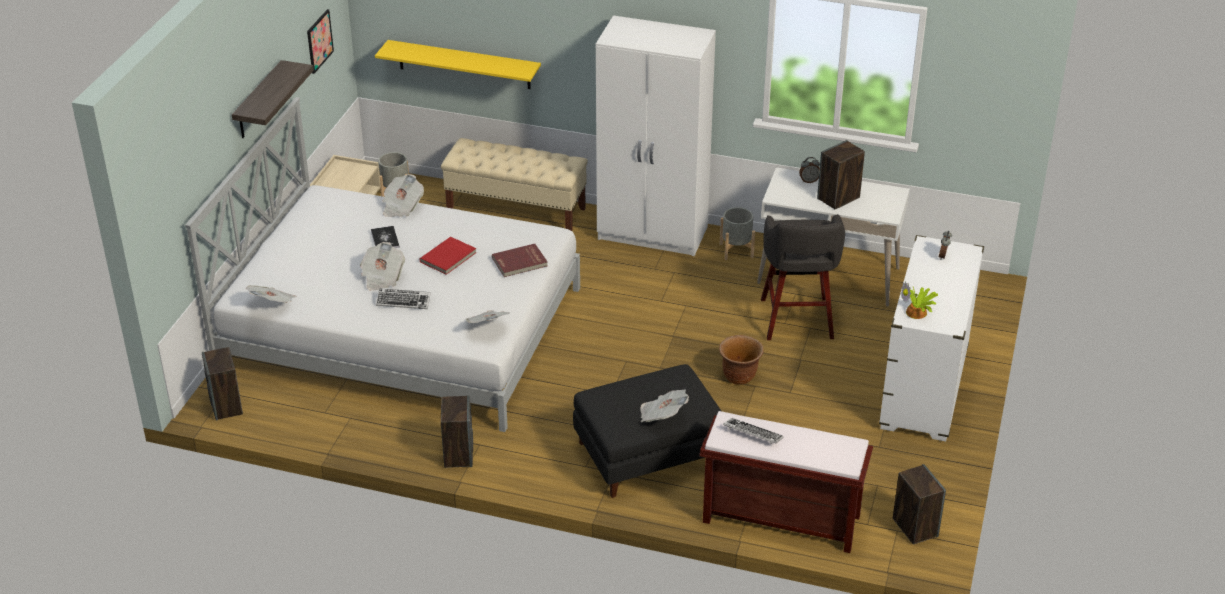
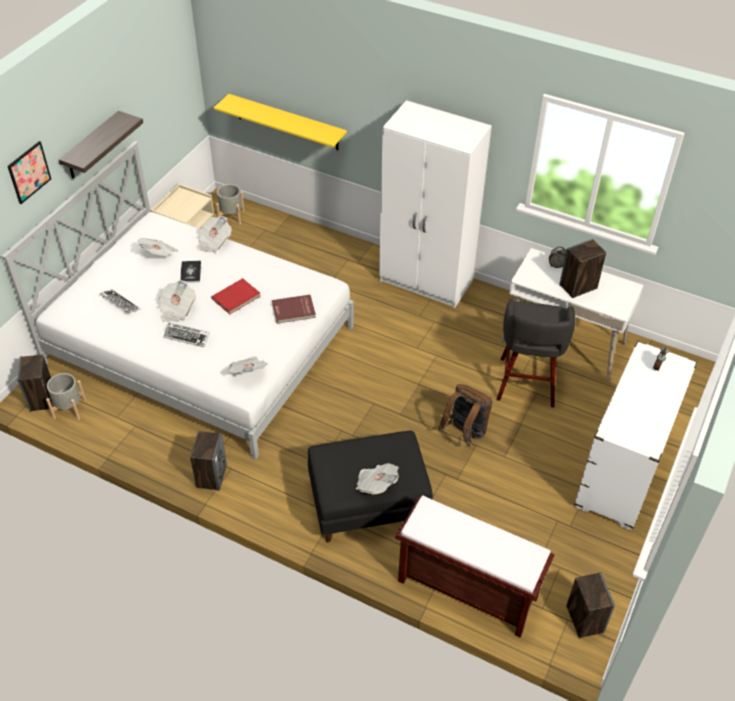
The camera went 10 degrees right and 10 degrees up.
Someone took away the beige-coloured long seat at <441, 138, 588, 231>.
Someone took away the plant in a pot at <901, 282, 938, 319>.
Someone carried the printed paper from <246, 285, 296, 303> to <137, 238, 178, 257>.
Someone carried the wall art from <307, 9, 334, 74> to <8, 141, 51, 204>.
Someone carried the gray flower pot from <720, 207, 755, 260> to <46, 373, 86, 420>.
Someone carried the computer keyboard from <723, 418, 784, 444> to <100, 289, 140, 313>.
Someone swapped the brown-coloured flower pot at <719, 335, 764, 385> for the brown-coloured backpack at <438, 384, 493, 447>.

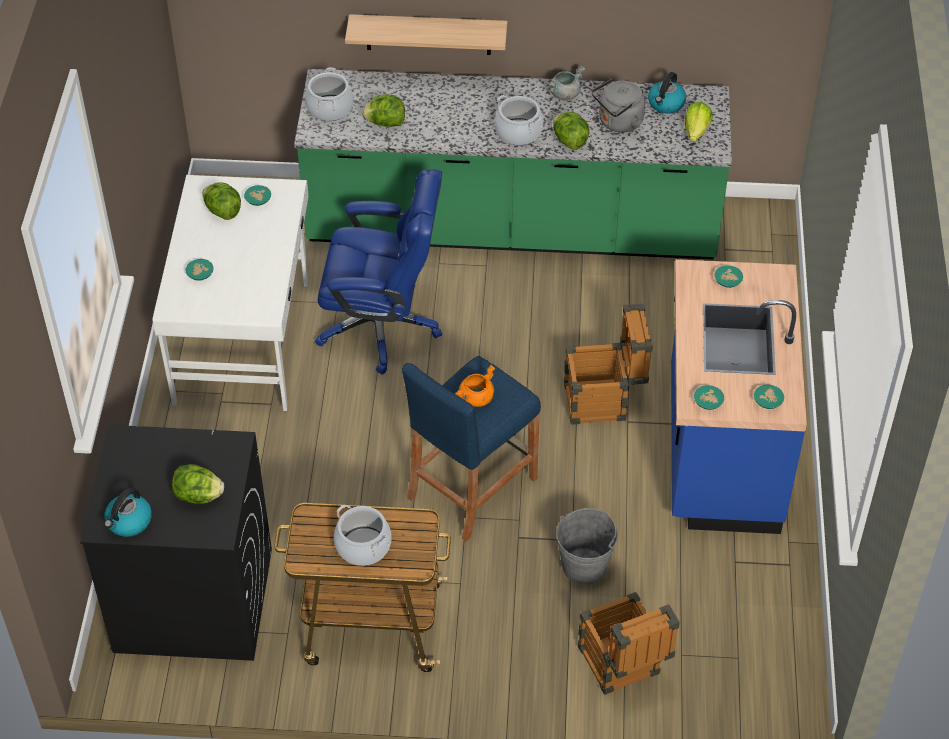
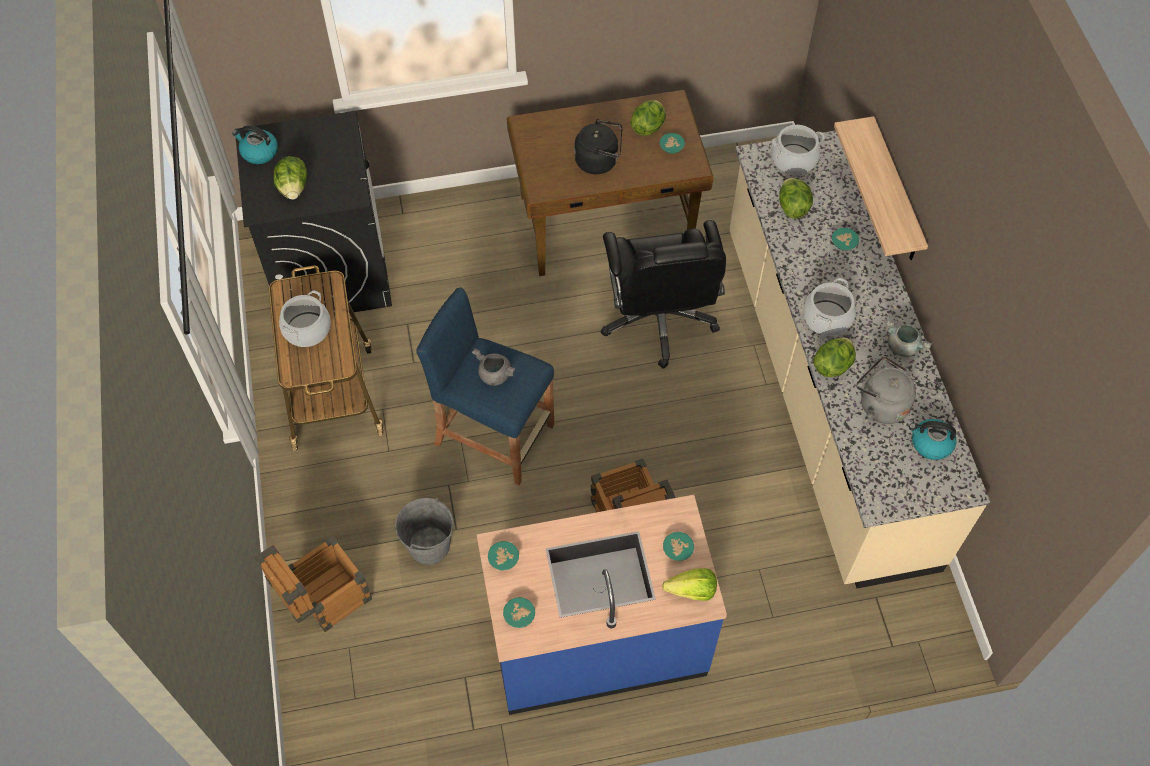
The camera went 75 degrees right and 10 degrees up.
Someone put down the black tea kettle at <574, 119, 622, 174>.
Someone carried the turquoise bowl from <186, 259, 214, 281> to <832, 228, 859, 250>.
Someone carried the lettuce head from <684, 102, 713, 142> to <662, 568, 717, 601>.
Someone repainted the white-coloured desk unit at <153, 175, 308, 411>, which became the brown-coloured desk unit at <507, 90, 713, 276>.
Someone repainted the greenish counter at <294, 69, 732, 260>, which became the beige-coloured counter at <729, 131, 990, 589>.
Someone repainted the blue-coloured computer chair at <315, 169, 442, 374>, which became the black computer chair at <600, 220, 726, 369>.
Someone repainted the orangey cooking pot at <454, 365, 495, 407>, which became the gray cooking pot at <472, 348, 515, 386>.

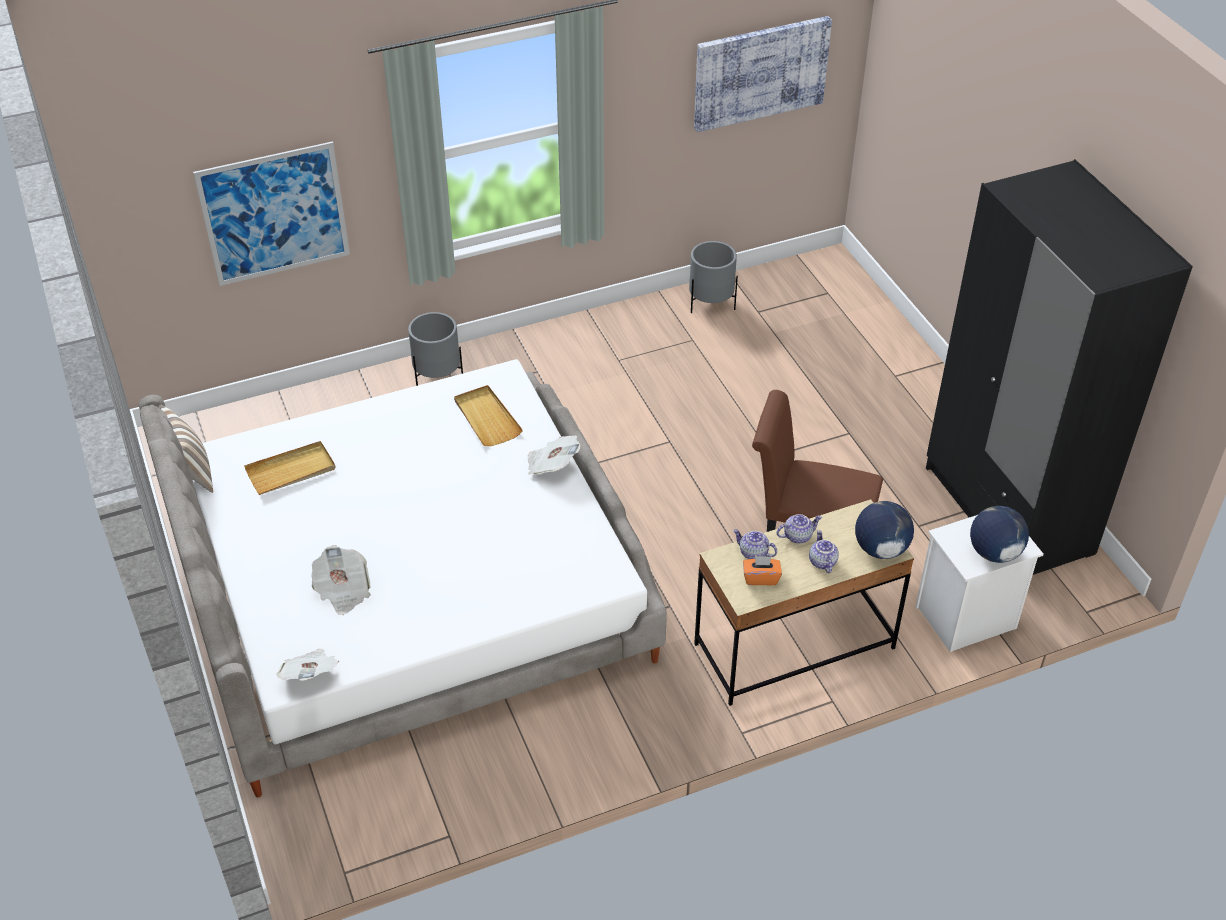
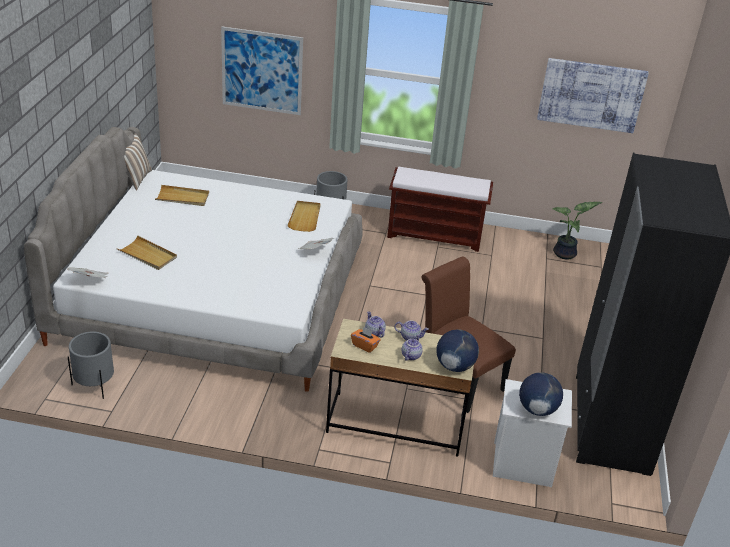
The camera went 30 degrees right and 10 degrees down.
Someone put down the brown-coloured long seat at <387, 167, 493, 252>.
Someone put down the plant in a pot at <553, 202, 602, 260>.
Someone carried the gray flower pot from <689, 241, 738, 313> to <68, 332, 114, 399>.
Someone swapped the printed paper at <311, 545, 371, 615> for the beige-coloured tray at <116, 235, 177, 270>.

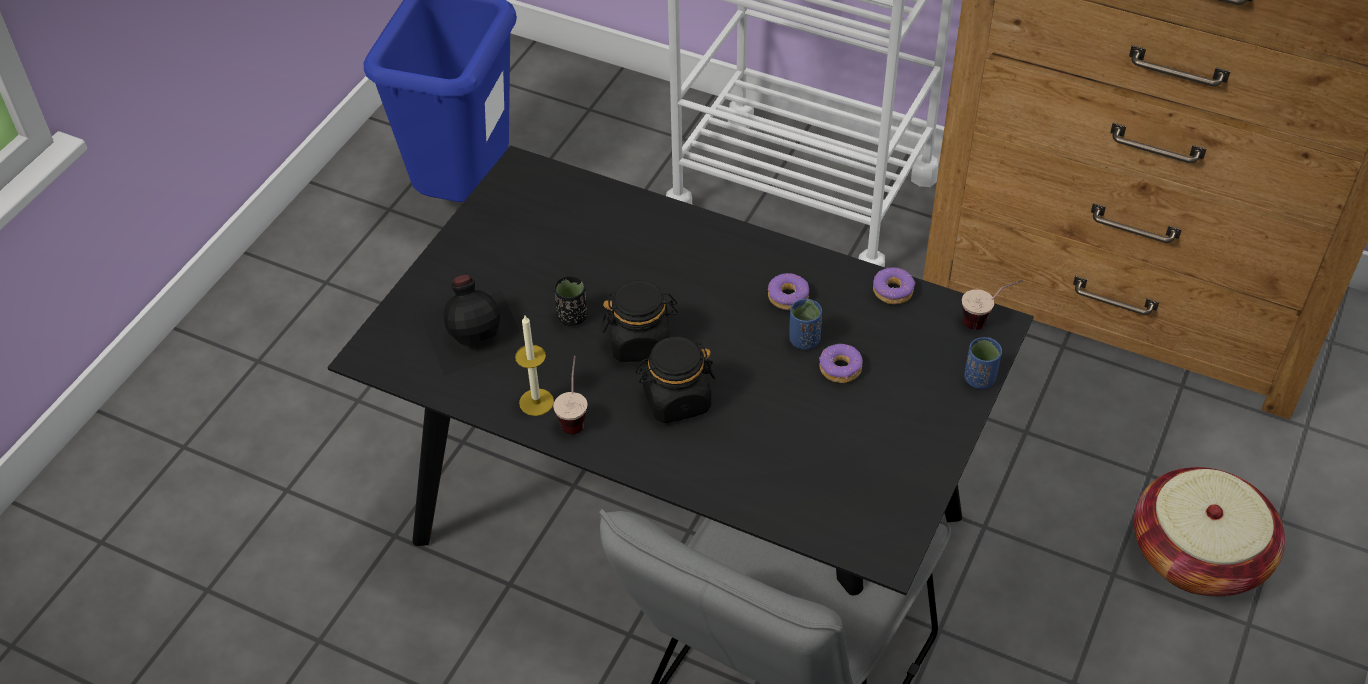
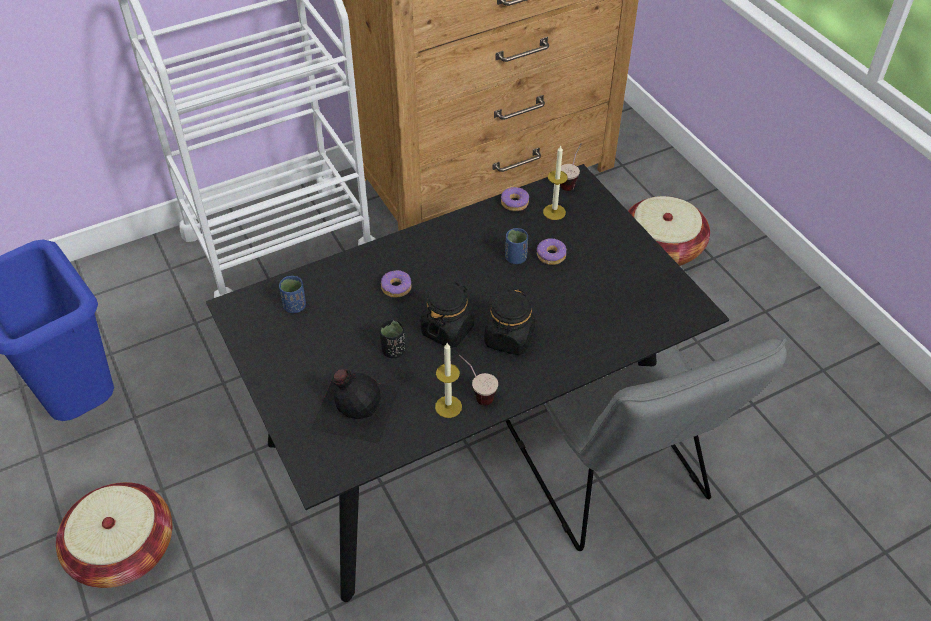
The camera went 55 degrees left and 0 degrees up.
Someone put down the storage basket at <56, 482, 173, 588>.
Someone put down the candle at <543, 145, 568, 220>.
Someone carried the donut from <768, 273, 809, 310> to <381, 270, 412, 298>.
Someone carried the blue-coloured drinking cup from <964, 337, 1002, 389> to <279, 276, 306, 313>.

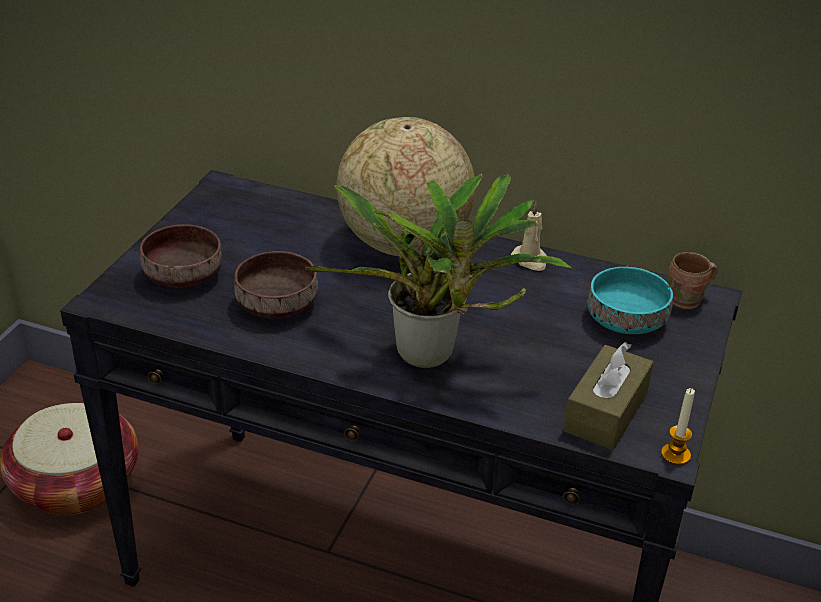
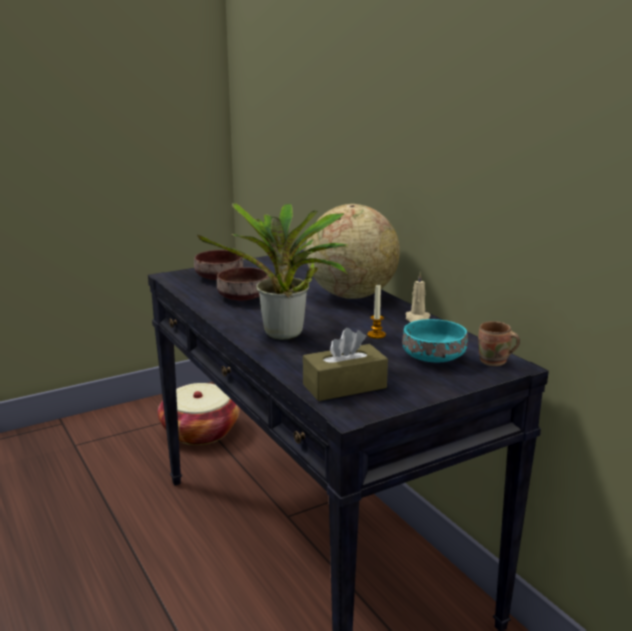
The camera went 40 degrees right and 15 degrees down.
Someone carried the candle from <661, 388, 695, 465> to <367, 285, 386, 339>.

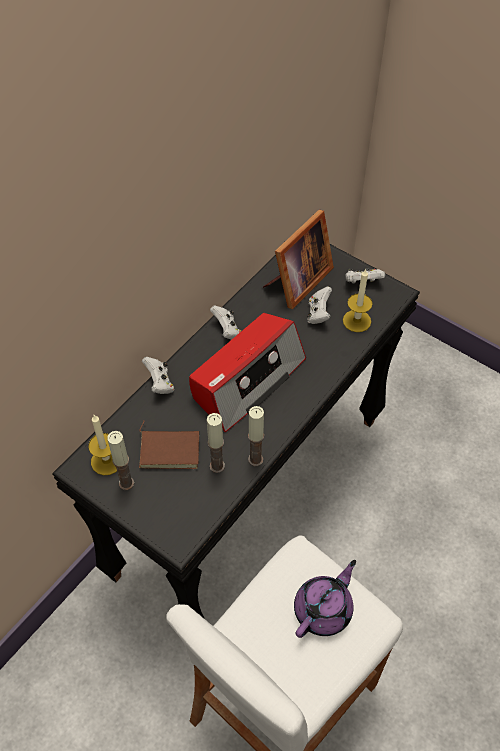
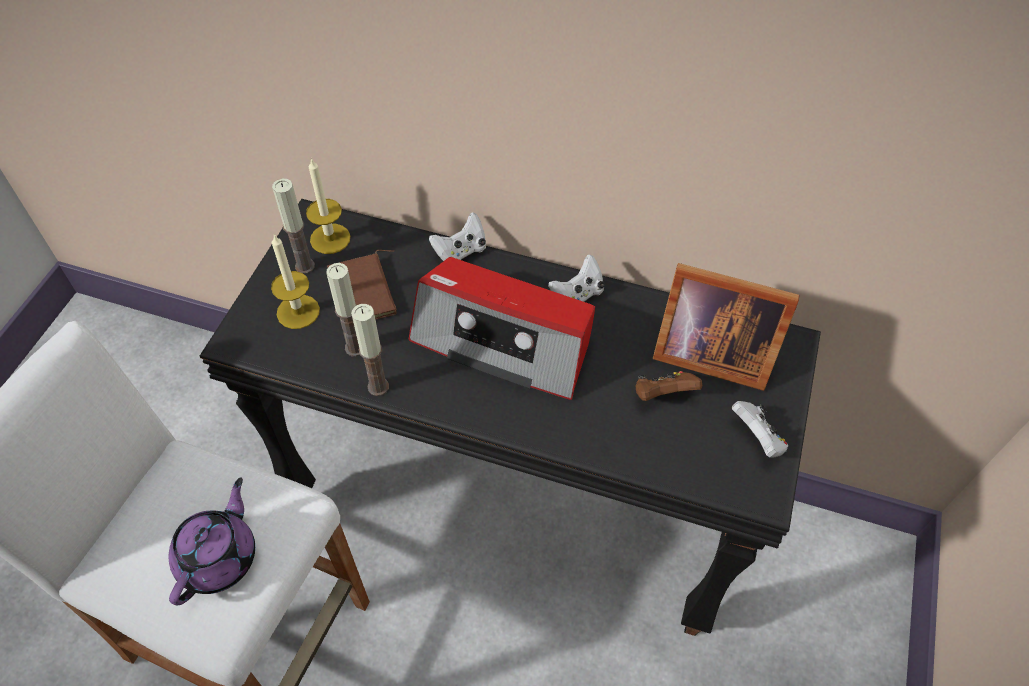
The camera went 70 degrees right and 0 degrees up.
Someone carried the candle from <343, 269, 372, 332> to <271, 234, 320, 329>.
Someone repainted the white-coloured joypad at <307, 287, 332, 324>, which became the brown-coloured joypad at <635, 371, 702, 401>.
Someone rotated the purplish teapot at <294, 560, 356, 638> by 90 degrees counterclockwise.

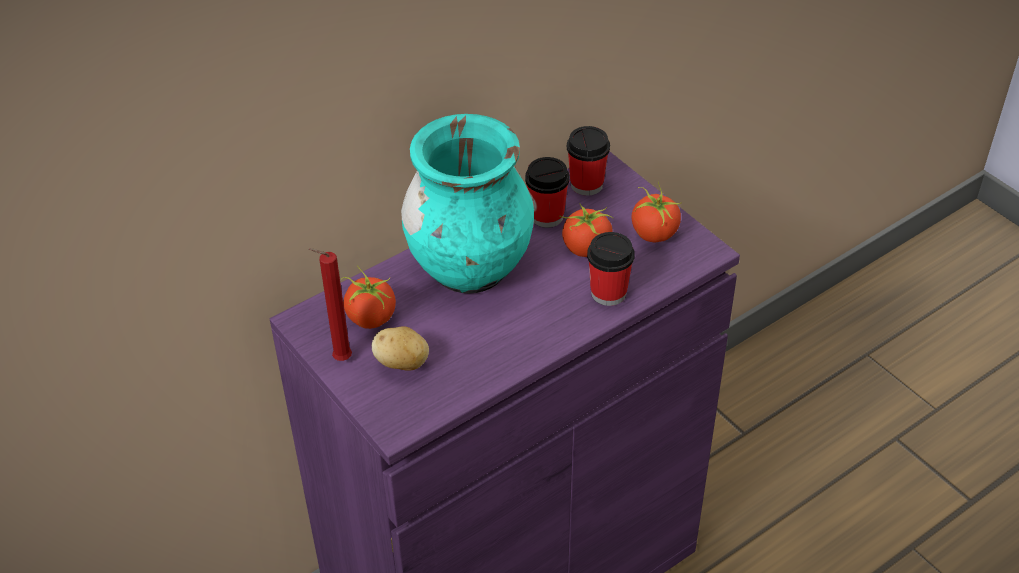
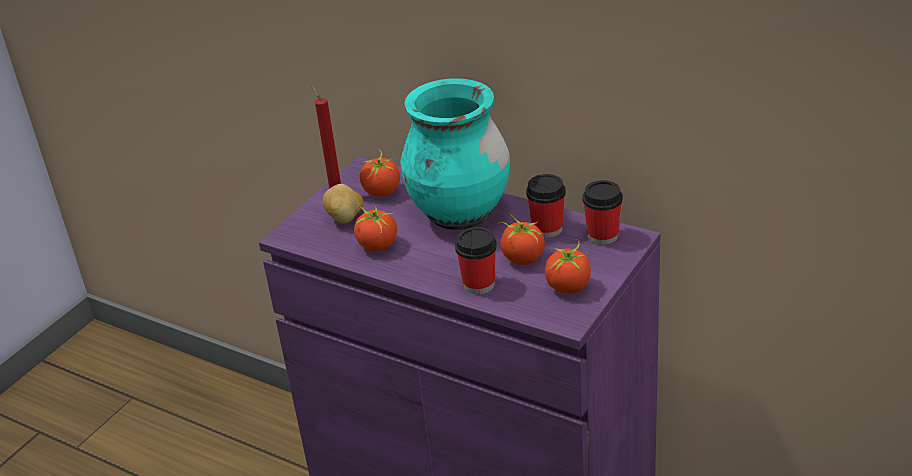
The camera went 70 degrees right and 10 degrees down.
Someone put down the whole tomato at <354, 201, 397, 252>.

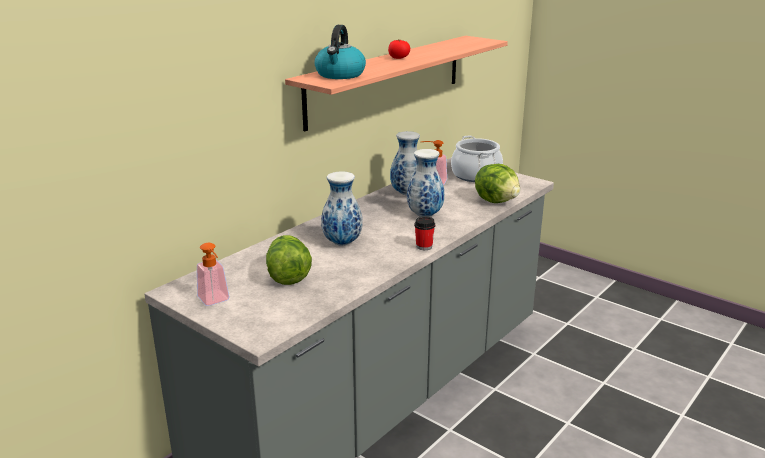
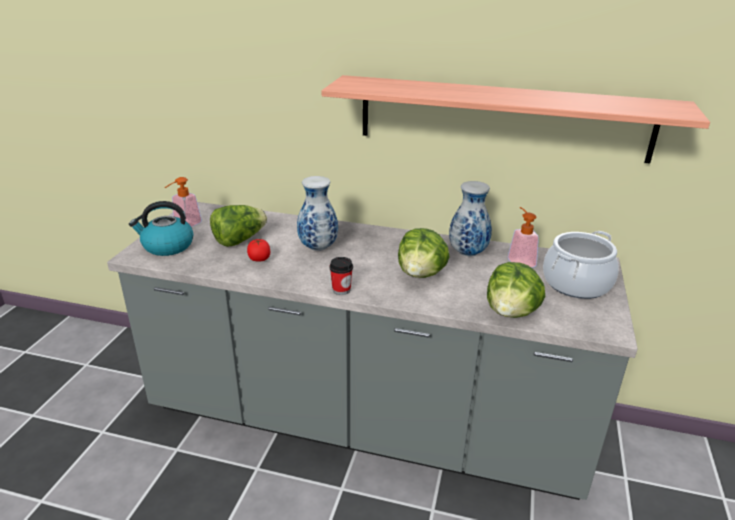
The camera went 65 degrees right and 5 degrees up.
Someone carried the tea kettle from <314, 25, 366, 79> to <129, 201, 193, 256>.
Someone carried the whole tomato from <388, 39, 410, 59> to <247, 239, 270, 262>.
Someone swapped the decorative vase at <407, 149, 444, 217> for the lettuce head at <398, 228, 450, 278>.

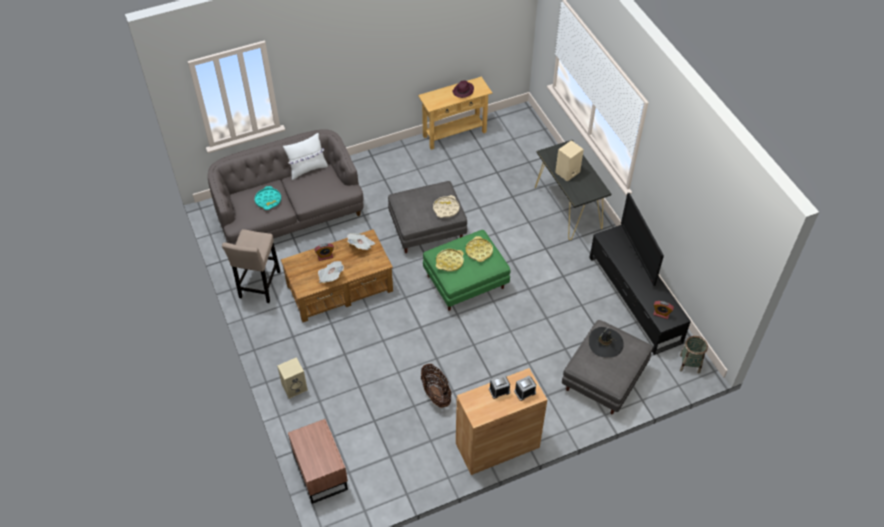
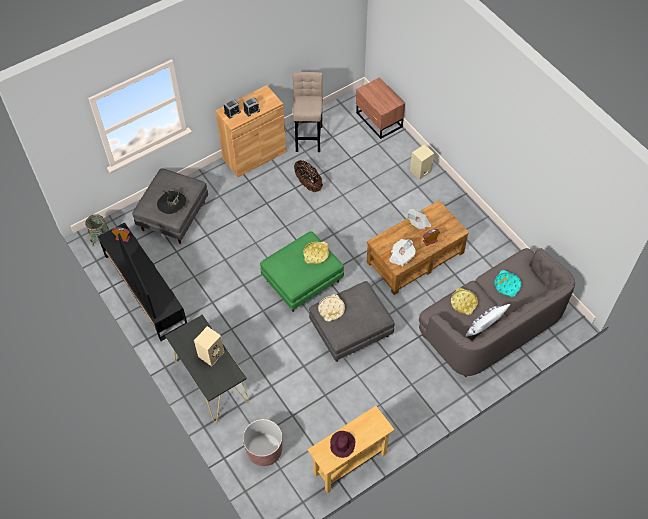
The camera went 170 degrees right and 5 degrees up.
Someone put down the brown-coloured flower pot at <243, 419, 282, 466>.
Someone carried the beige-coloured stool seat from <222, 229, 280, 303> to <292, 72, 323, 152>.
Someone carried the yellow-coloured tray from <466, 236, 493, 262> to <451, 288, 478, 315>.

